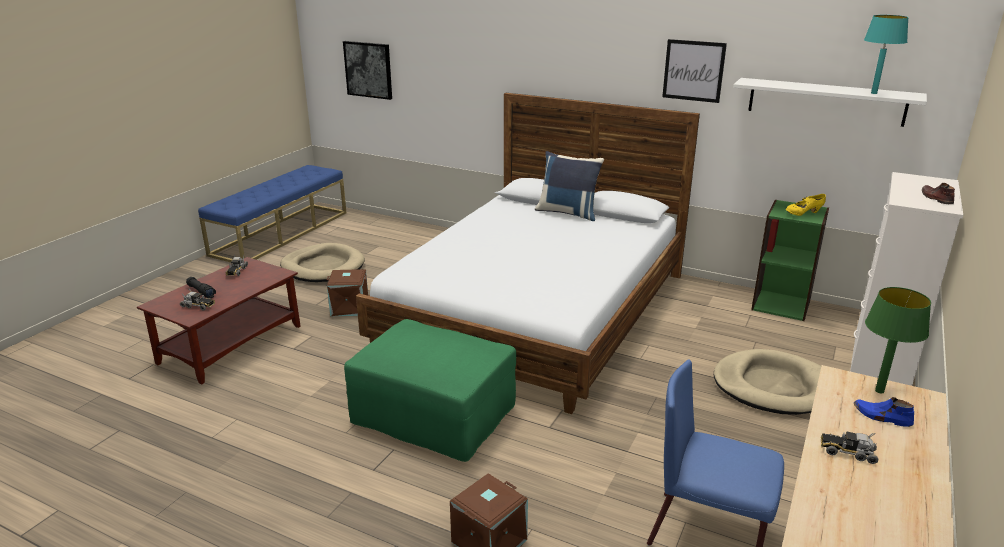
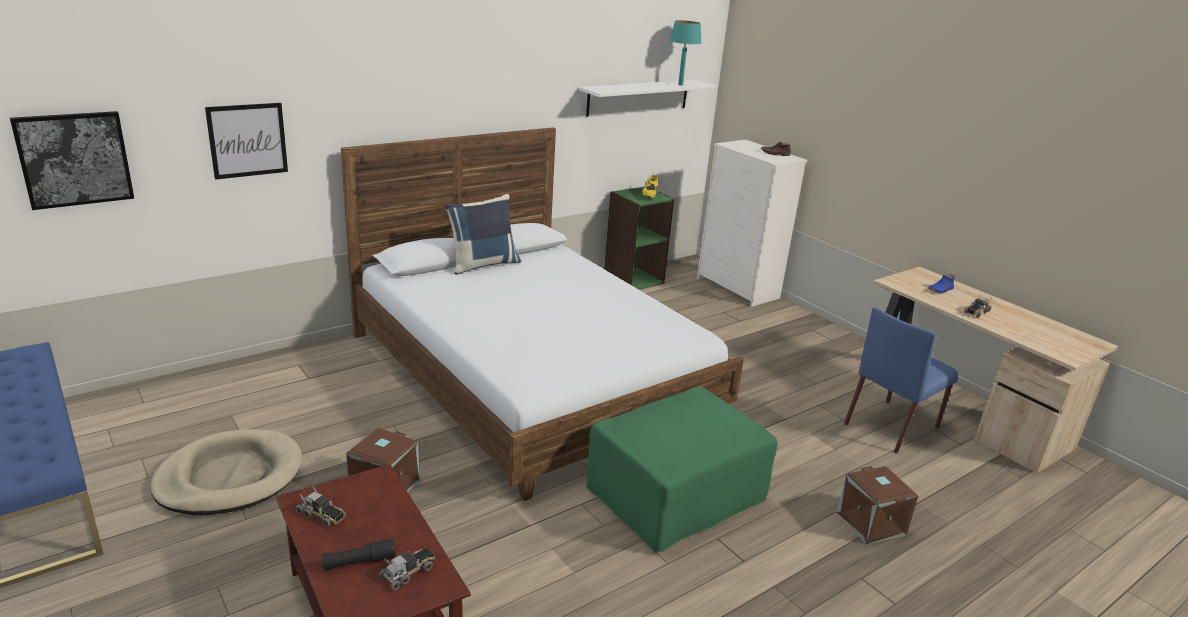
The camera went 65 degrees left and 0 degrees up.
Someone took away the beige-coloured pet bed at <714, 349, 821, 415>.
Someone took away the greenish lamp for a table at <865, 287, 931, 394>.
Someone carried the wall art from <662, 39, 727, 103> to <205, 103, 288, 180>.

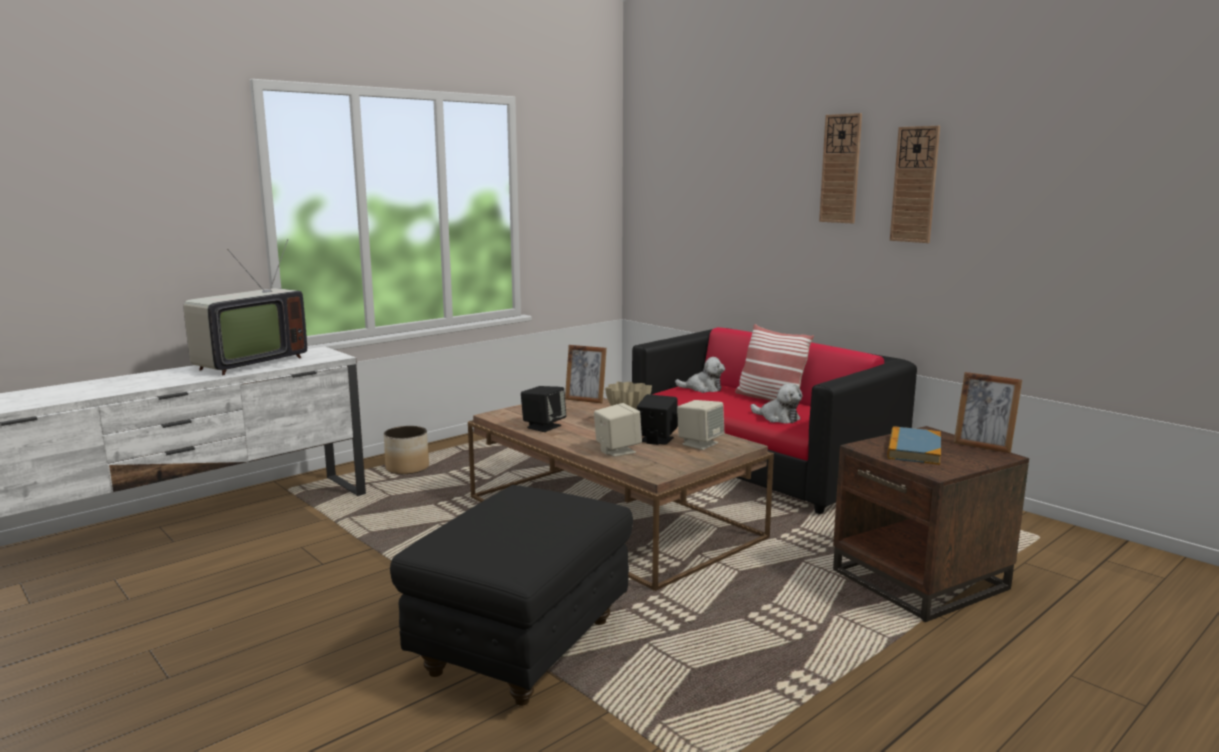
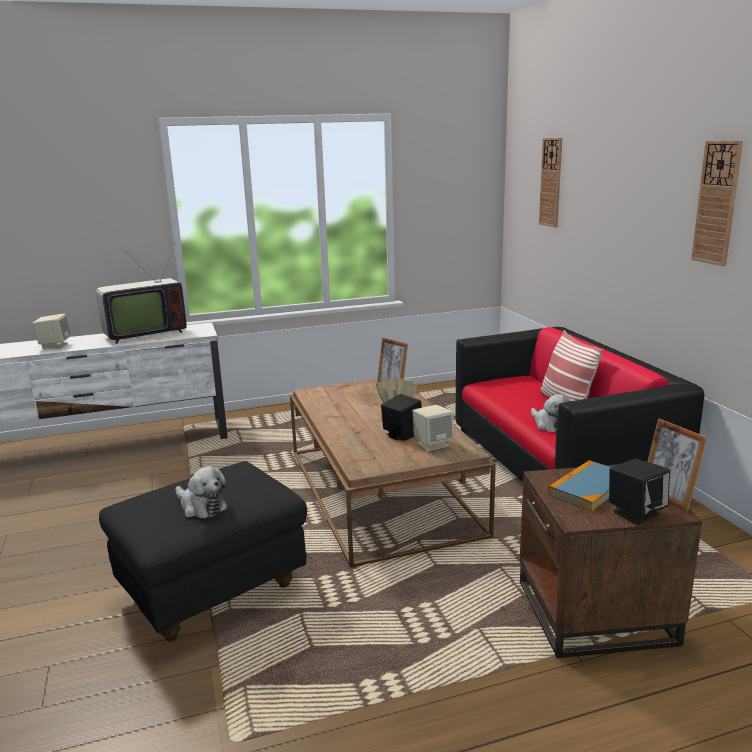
The camera went 25 degrees right and 5 degrees up.
Someone took away the flower pot at <384, 426, 429, 474>.
Someone carried the black audio speaker from <521, 386, 566, 432> to <609, 459, 670, 525>.
Someone carried the beige-coloured audio speaker from <594, 403, 642, 457> to <32, 314, 71, 349>.
Someone carried the soft toy from <675, 357, 725, 393> to <175, 466, 227, 518>.
Someone carried the wall clock from <819, 113, 862, 224> to <539, 138, 562, 227>.

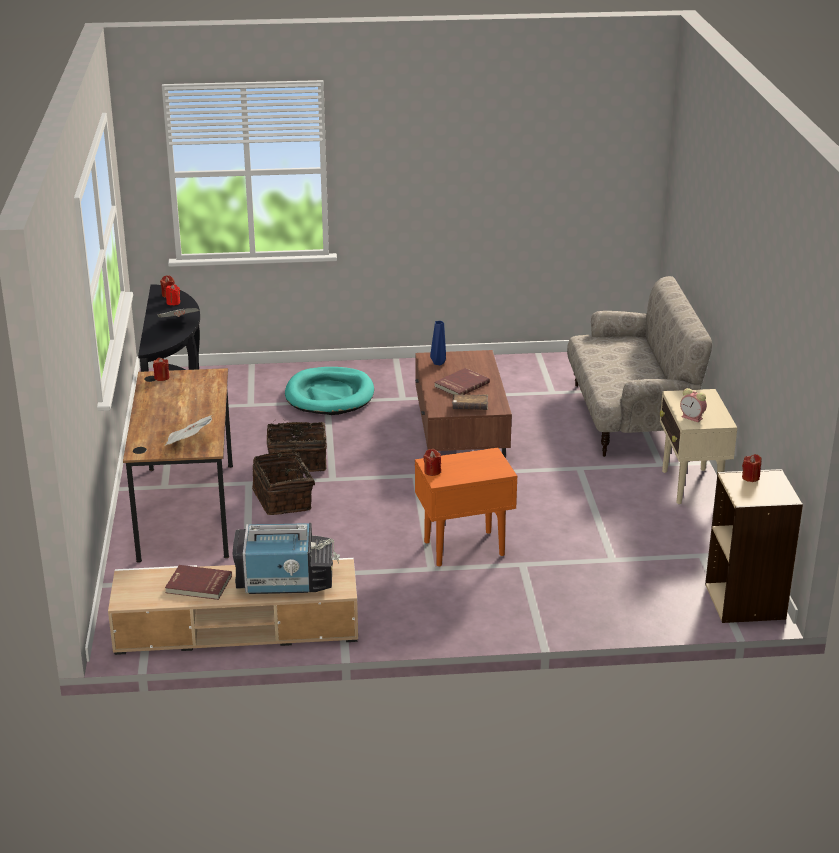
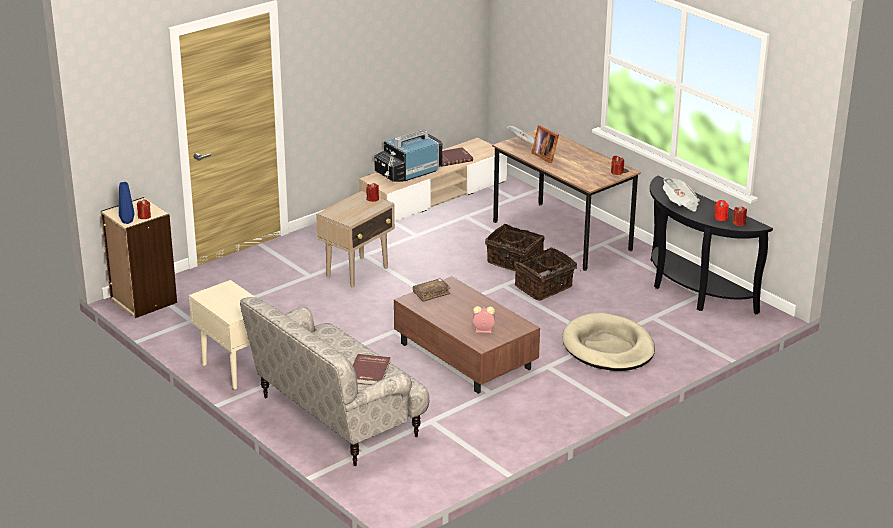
The camera went 145 degrees right and 0 degrees up.
Someone put down the picture frame at <531, 125, 559, 163>.
Someone carried the blue-coloured decorative vase from <430, 321, 446, 365> to <119, 182, 135, 224>.
Someone carried the red volume from <434, 368, 490, 395> to <353, 354, 391, 385>.
Someone carried the table clock from <680, 388, 707, 422> to <473, 306, 495, 333>.
Someone repainted the turquoise pet bed at <285, 367, 374, 415>, which became the beige-coloured pet bed at <562, 313, 655, 371>.
Someone repainted the orangey side table at <415, 448, 517, 566>, which became the beige-coloured side table at <316, 191, 395, 288>.

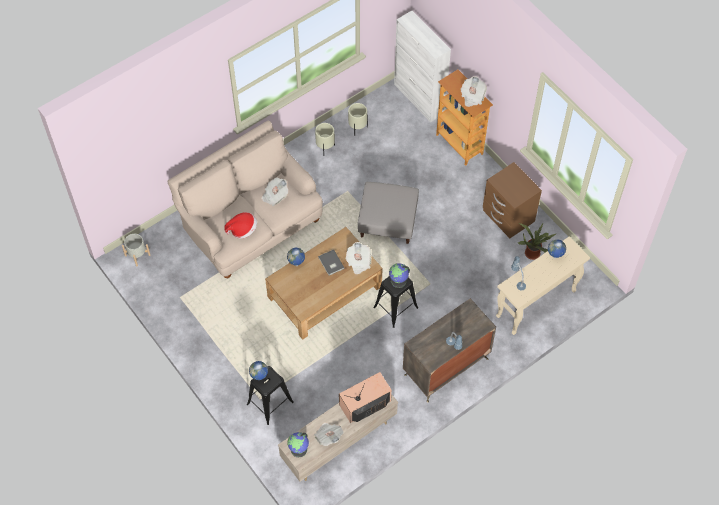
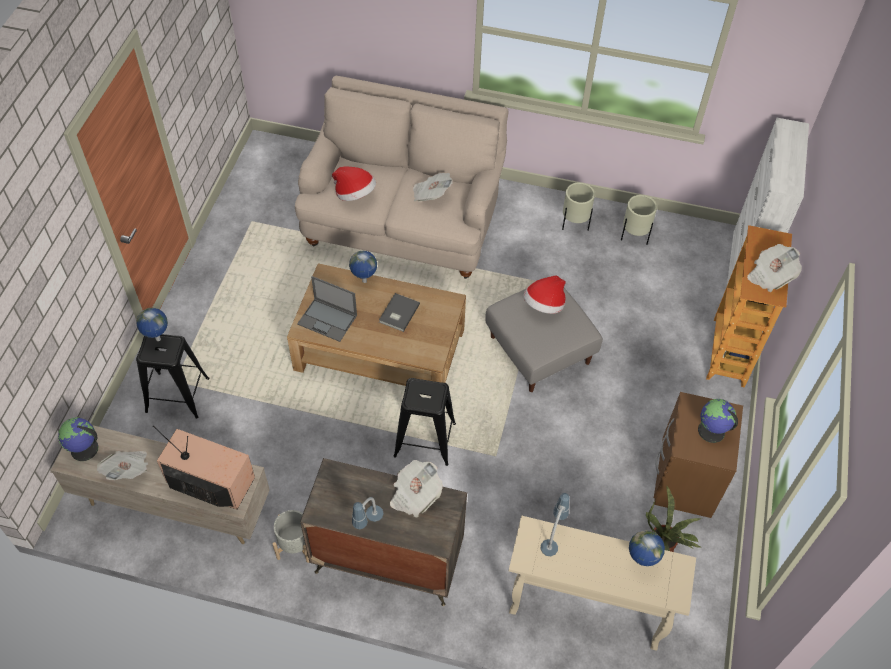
The camera went 50 degrees right and 5 degrees down.
Someone put down the notebook computer at <297, 276, 357, 342>.
Someone put down the wearable hat at <524, 276, 566, 314>.
Someone carried the gray flower pot from <122, 234, 150, 266> to <273, 510, 309, 563>.
Someone carried the printed paper from <345, 242, 372, 275> to <390, 460, 443, 517>.
Someone carried the globe from <389, 263, 410, 288> to <698, 399, 738, 443>.

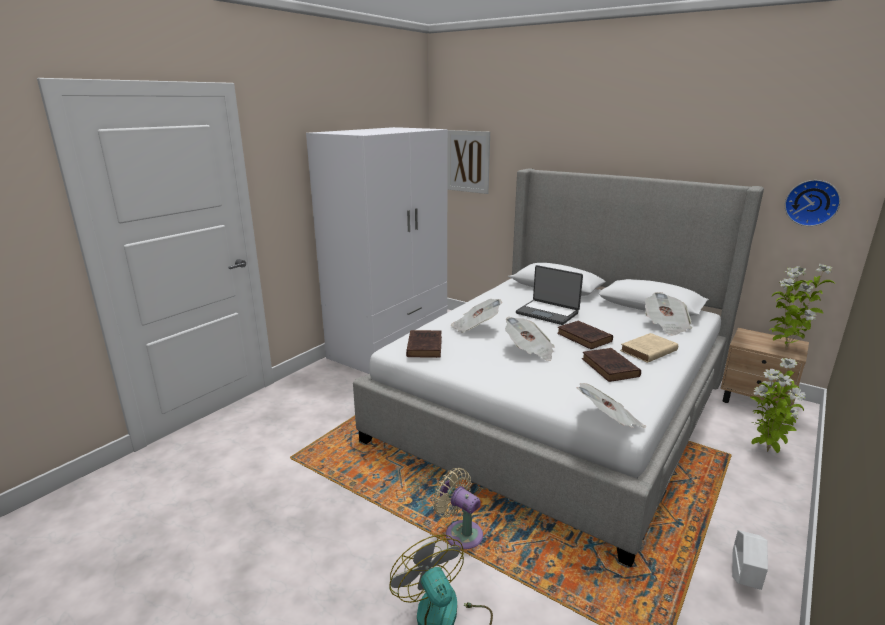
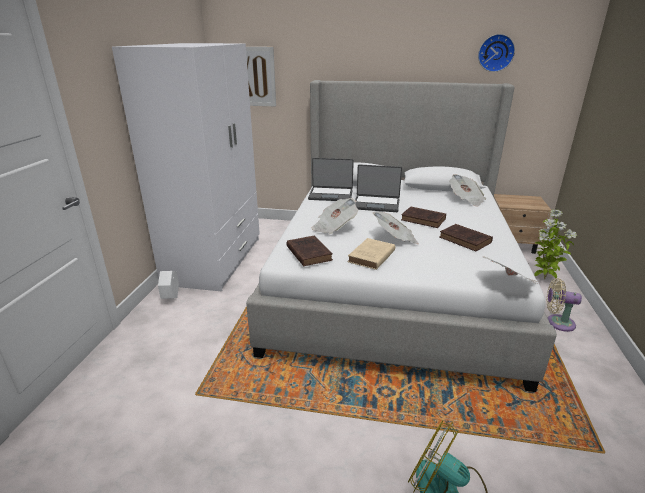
The camera went 25 degrees left and 5 degrees up.
Someone took away the plant in a pot at <770, 264, 835, 349>.
Someone put down the notebook computer at <308, 158, 354, 201>.
Someone carried the beige-coloured electric fan from <432, 468, 483, 549> to <547, 278, 582, 332>.
Someone carried the beige-coloured volume from <620, 333, 678, 363> to <347, 238, 395, 270>.
Someone carried the white-coloured flower pot from <732, 530, 768, 590> to <158, 271, 179, 299>.
Someone carried the wall clock from <785, 180, 841, 226> to <478, 34, 515, 72>.

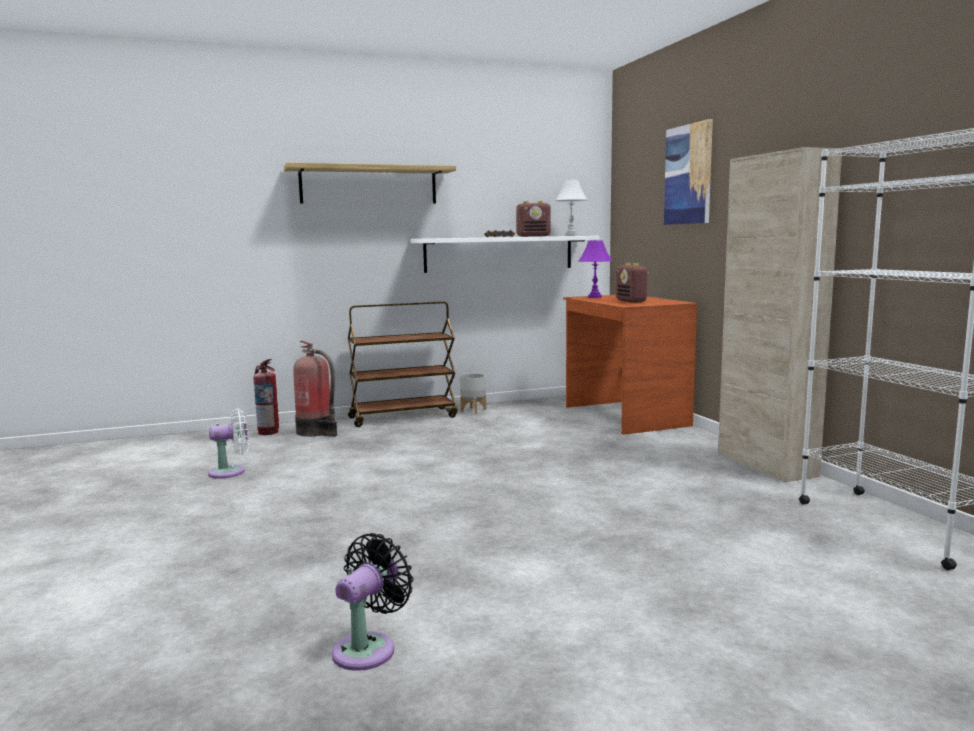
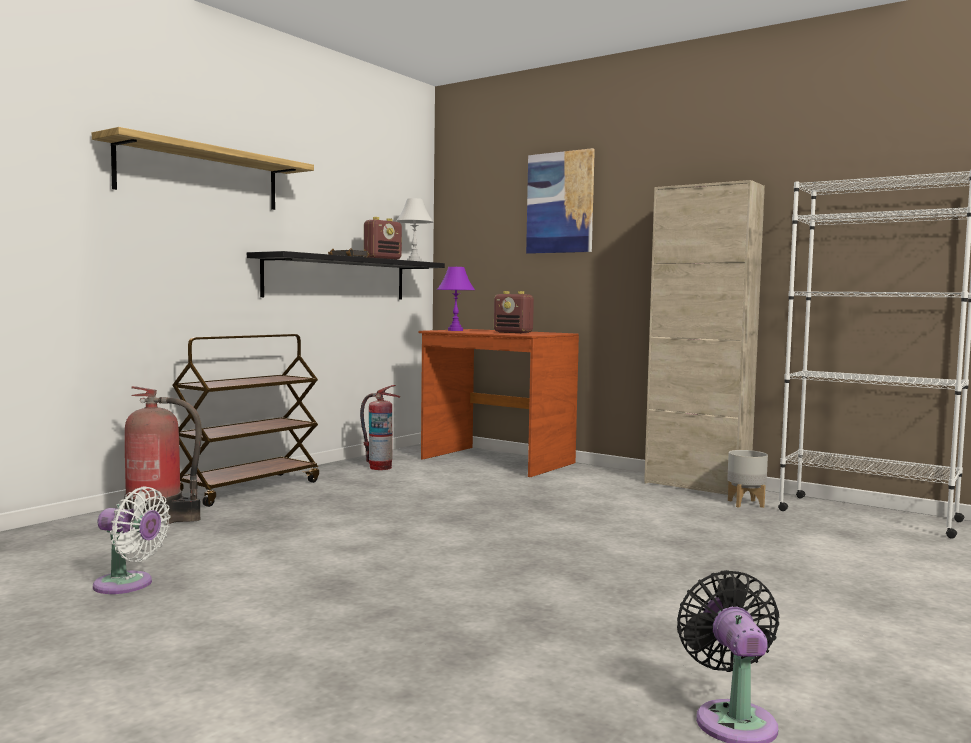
The camera went 35 degrees left and 5 degrees down.
Someone carried the extinguisher from <253, 359, 279, 435> to <360, 385, 400, 470>.
Someone carried the gray flower pot from <460, 373, 486, 414> to <727, 450, 768, 508>.
Someone repainted the white-coloured bracket shelf at <411, 236, 600, 273>, which became the black bracket shelf at <247, 251, 445, 300>.
Someone rotated the white-coloured electric fan at <208, 408, 249, 479> by 75 degrees clockwise.

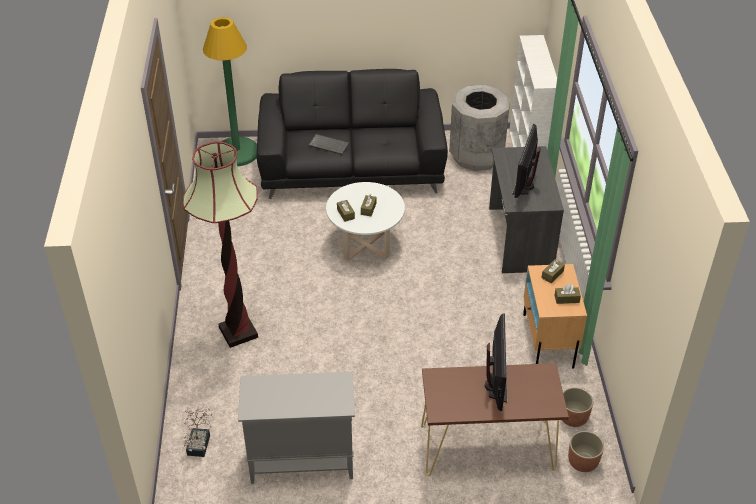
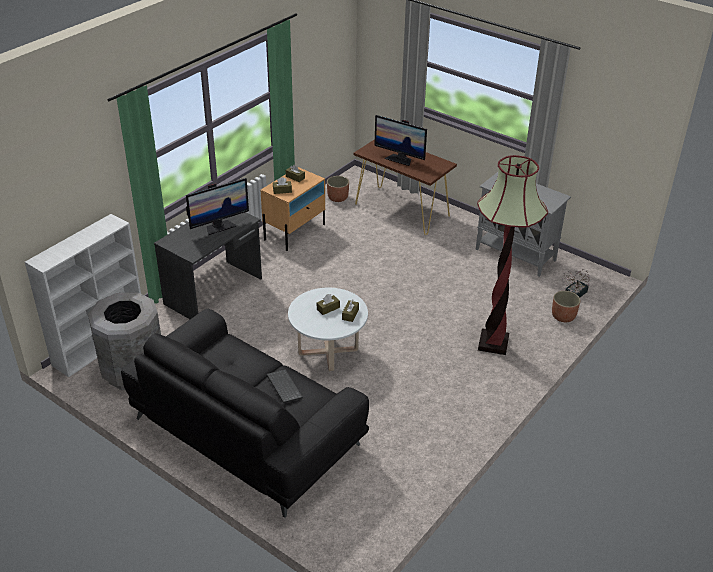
The camera went 140 degrees left and 5 degrees down.
Someone took away the greenish floor lamp at <203, 17, 257, 166>.
Someone carried the flower pot from <568, 431, 604, 472> to <552, 291, 580, 322>.
Someone rotated the computer display at <485, 314, 507, 411> by 105 degrees counterclockwise.

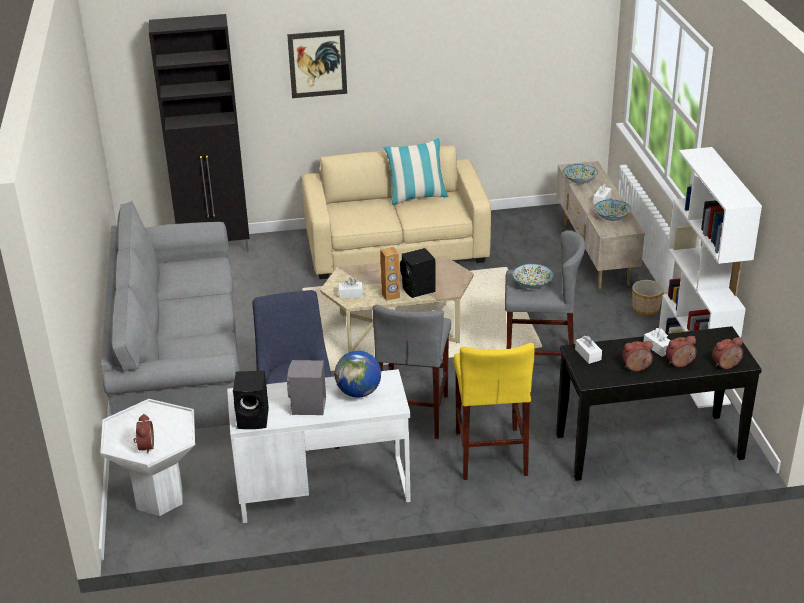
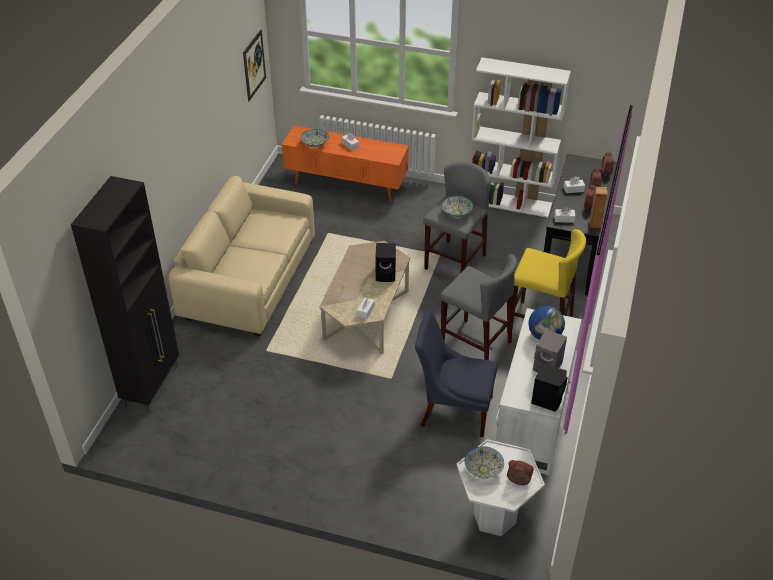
The camera went 65 degrees left and 10 degrees up.
Someone took away the gray couch at <101, 201, 240, 429>.
Someone took away the cushion at <383, 138, 449, 205>.
Someone took away the flower pot at <632, 280, 664, 316>.
Someone carried the wall art from <287, 30, 347, 98> to <243, 30, 266, 101>.
Someone carried the brown-coloured audio speaker from <380, 247, 400, 301> to <590, 187, 607, 228>.
Someone carried the bowl from <594, 200, 631, 221> to <465, 446, 504, 479>.
Someone repainted the beige-coloured tv stand at <556, 161, 645, 289>, which became the orangey tv stand at <281, 126, 409, 203>.

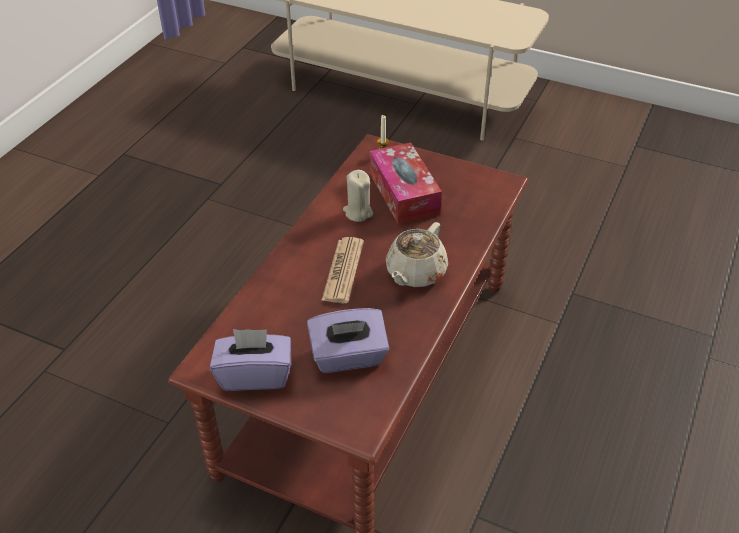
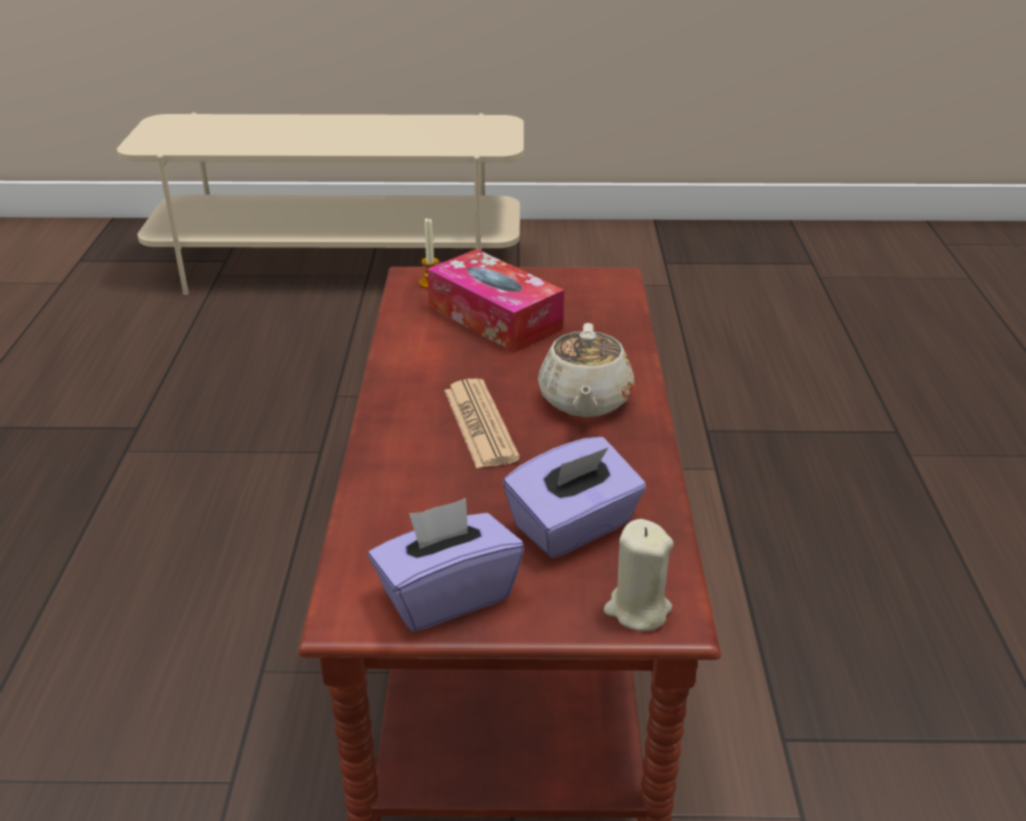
The camera went 25 degrees left and 10 degrees down.
Someone carried the beige-coloured candle from <343, 170, 373, 222> to <604, 519, 674, 631>.

